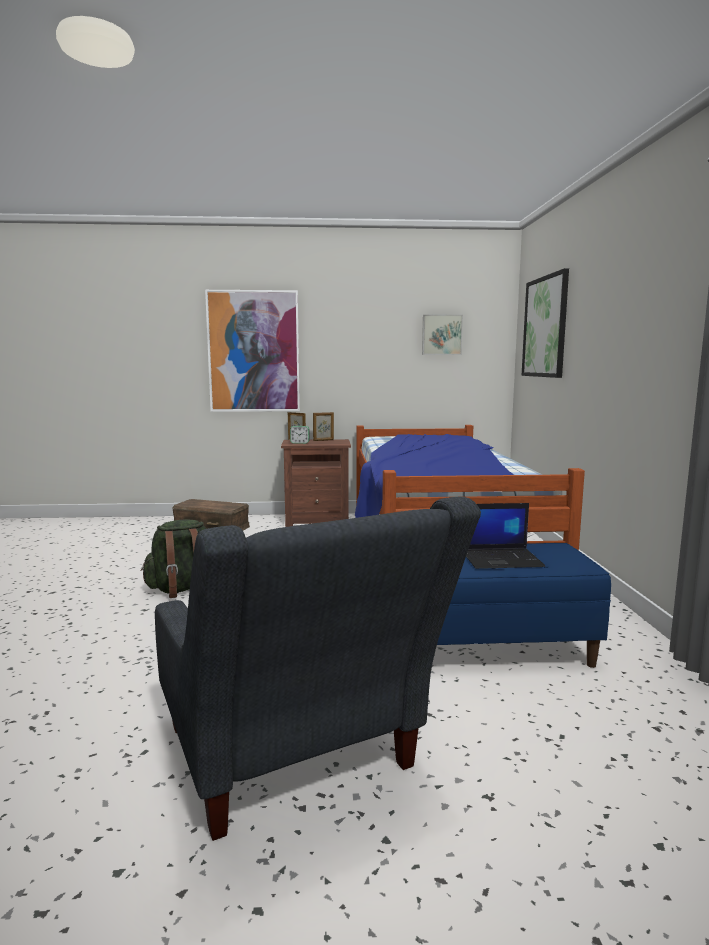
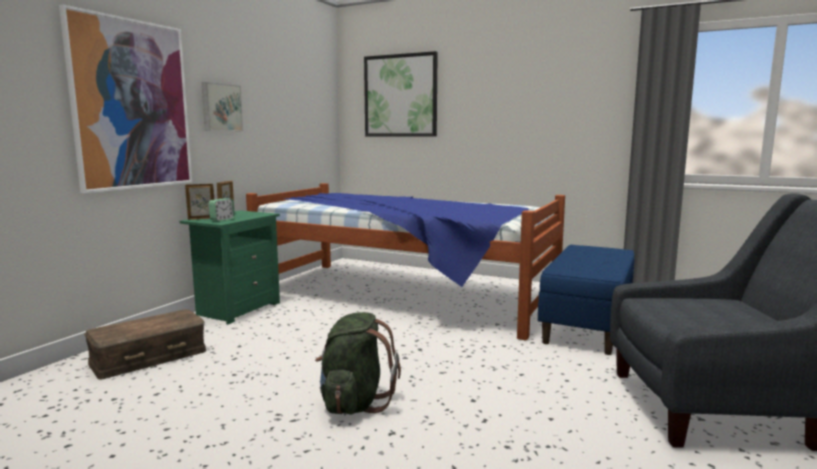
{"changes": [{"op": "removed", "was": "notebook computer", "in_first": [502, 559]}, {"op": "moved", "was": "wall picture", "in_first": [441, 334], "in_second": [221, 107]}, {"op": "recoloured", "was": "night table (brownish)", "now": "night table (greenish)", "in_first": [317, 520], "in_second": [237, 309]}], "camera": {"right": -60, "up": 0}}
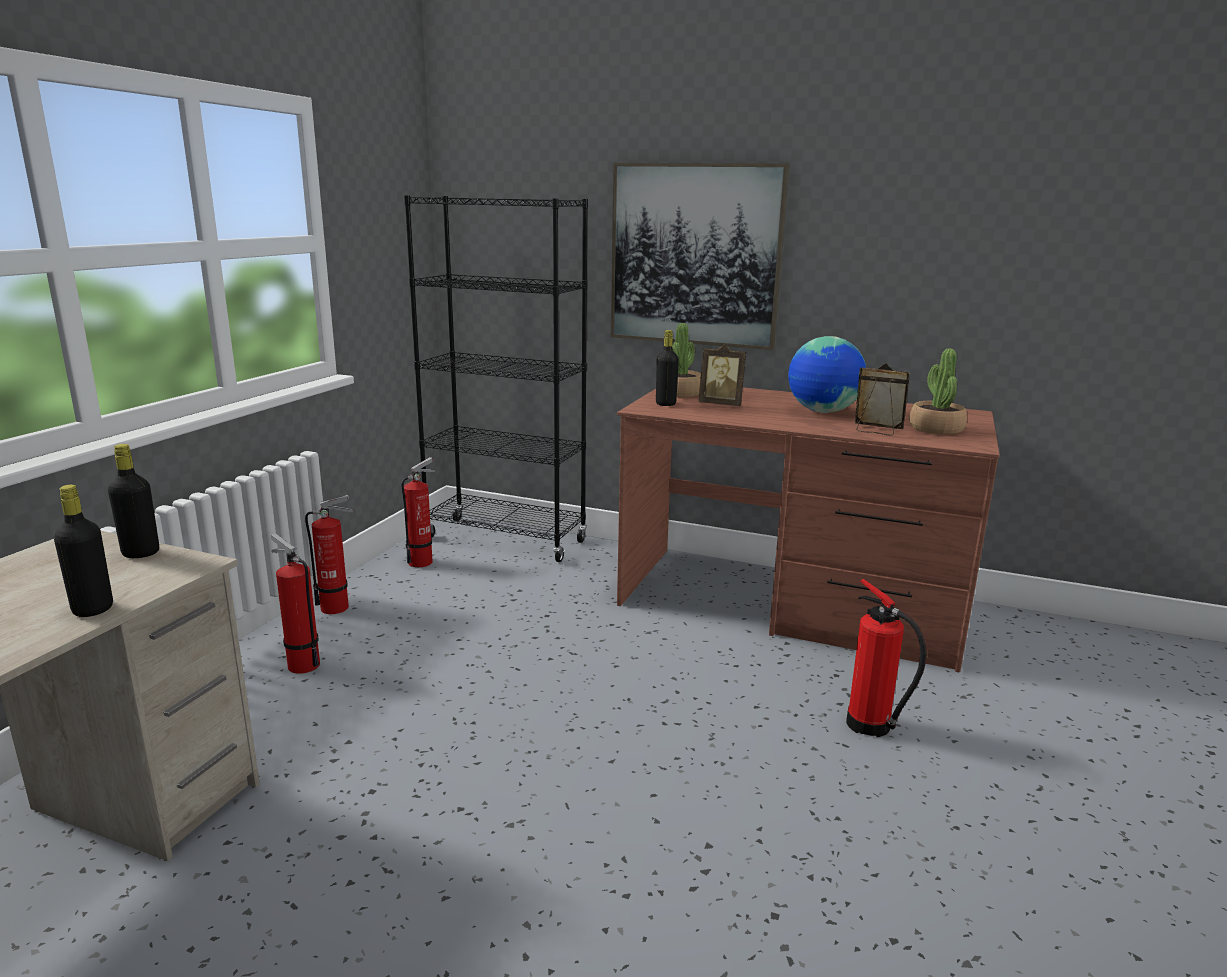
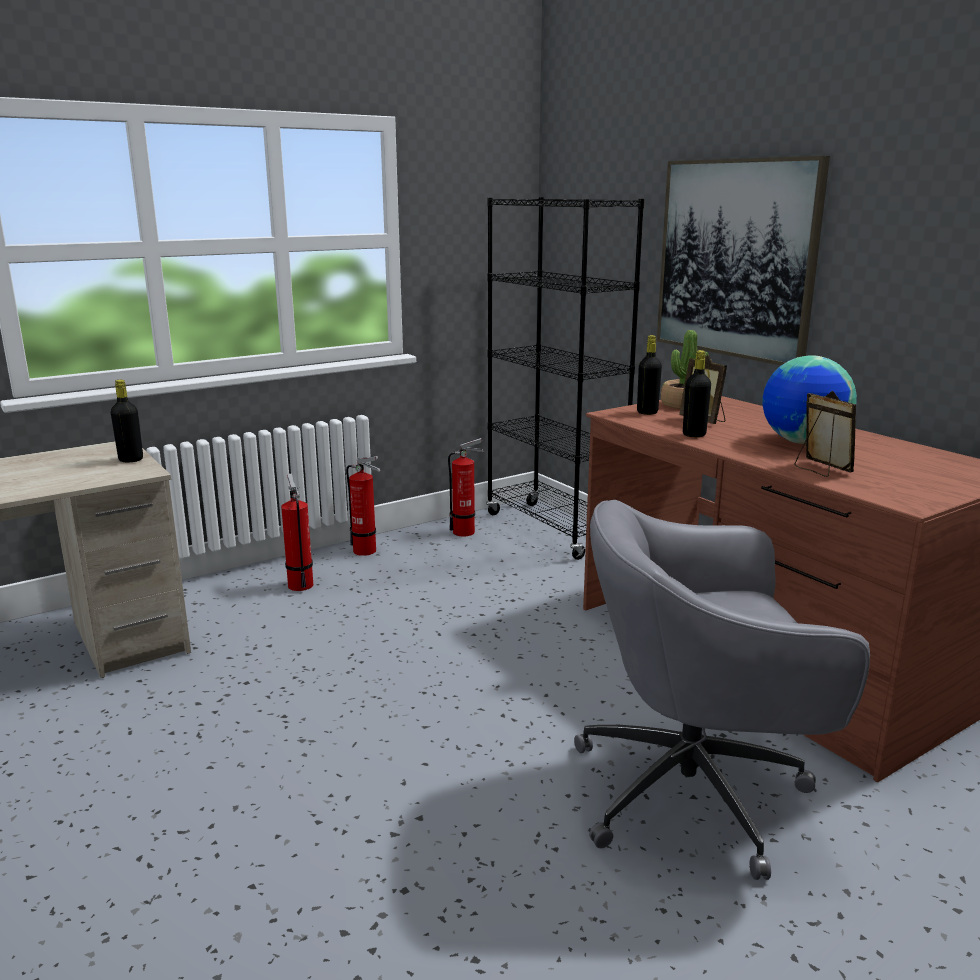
{"changes": [{"op": "removed", "was": "potted plant", "in_first": [936, 429]}, {"op": "moved", "was": "drink bottle (blackish)", "in_first": [93, 609], "in_second": [694, 434]}, {"op": "replaced", "was": "extinguisher", "now": "computer chair (gray)", "in_first": [871, 727], "in_second": [696, 792]}], "camera": {"right": 35, "up": 0}}
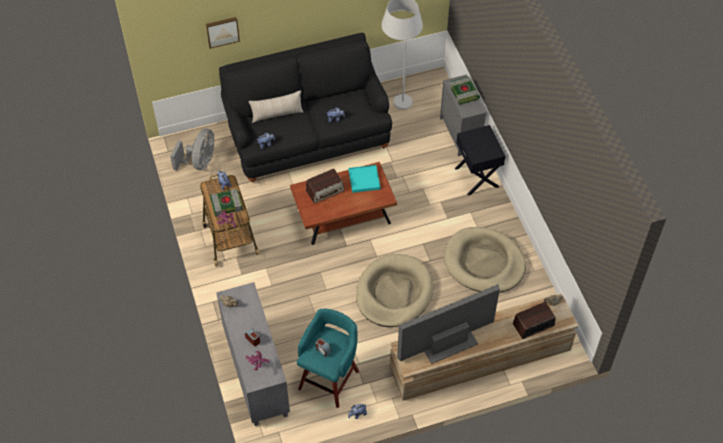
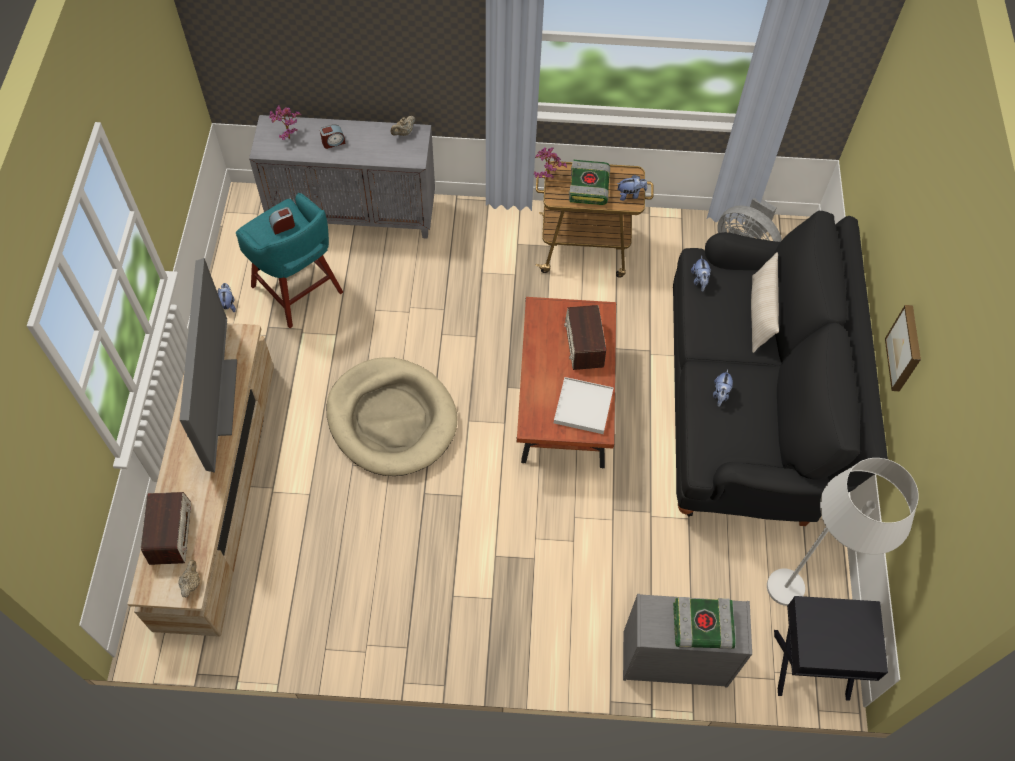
{"changes": [{"op": "removed", "was": "dog bed (beige)", "in_first": [484, 263]}, {"op": "moved", "was": "wall picture", "in_first": [222, 31], "in_second": [906, 348]}, {"op": "moved", "was": "night table (blackish)", "in_first": [477, 177], "in_second": [811, 665]}, {"op": "recoloured", "was": "carrying tray (turquoise)", "now": "carrying tray (white)", "in_first": [364, 180], "in_second": [583, 407]}], "camera": {"right": 110, "up": 5}}
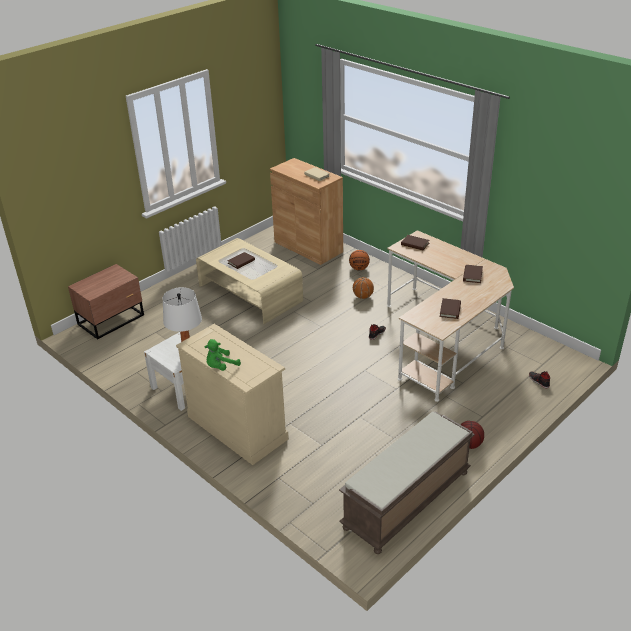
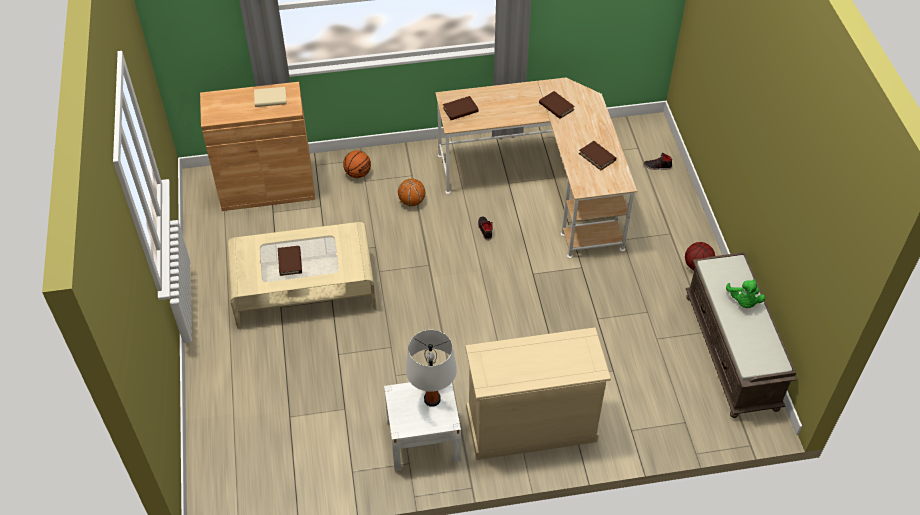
{"changes": [{"op": "removed", "was": "night table (brownish)", "in_first": [112, 320]}, {"op": "moved", "was": "plush toy (greenish)", "in_first": [221, 366], "in_second": [743, 301]}], "camera": {"right": -55, "up": 15}}
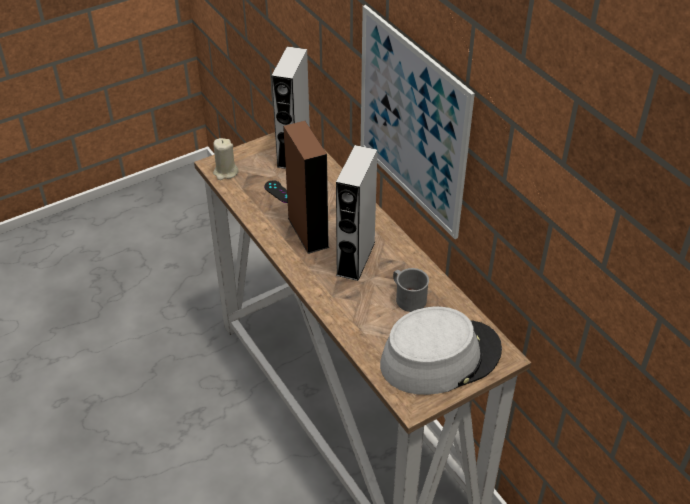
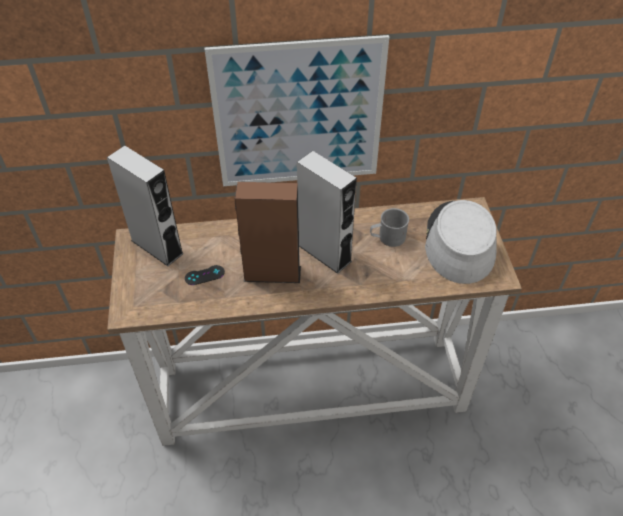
{"changes": [{"op": "removed", "was": "wax candle (beige)", "in_first": [225, 172]}], "camera": {"right": -65, "up": 5}}
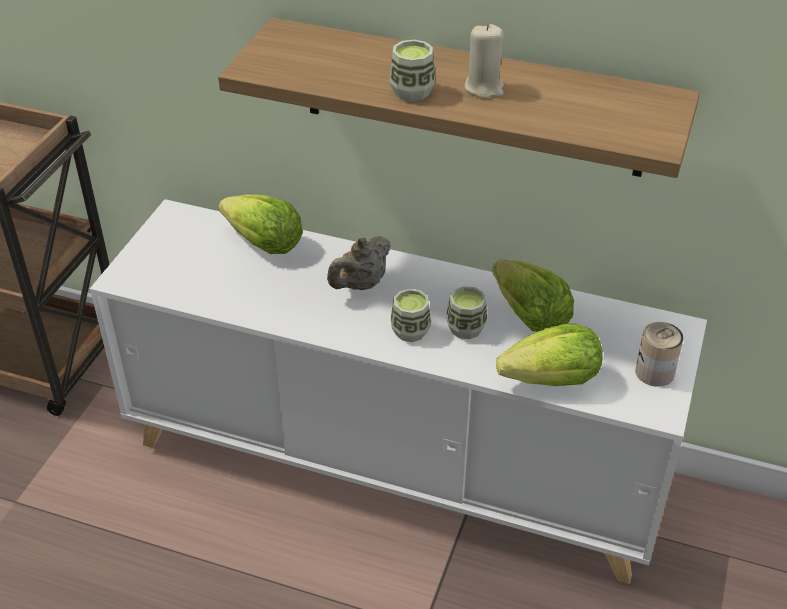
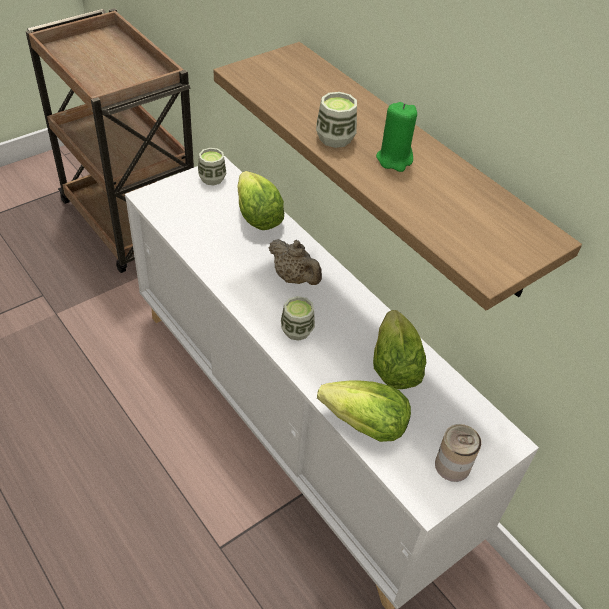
{"changes": [{"op": "moved", "was": "drinking cup", "in_first": [466, 328], "in_second": [212, 178]}, {"op": "recoloured", "was": "wax candle (beige)", "now": "wax candle (greenish)", "in_first": [484, 88], "in_second": [394, 159]}, {"op": "turned", "was": "pot for tea (beige)", "in_first": [361, 284], "in_second": [294, 278], "clockwise": -120}], "camera": {"right": 30, "up": 5}}
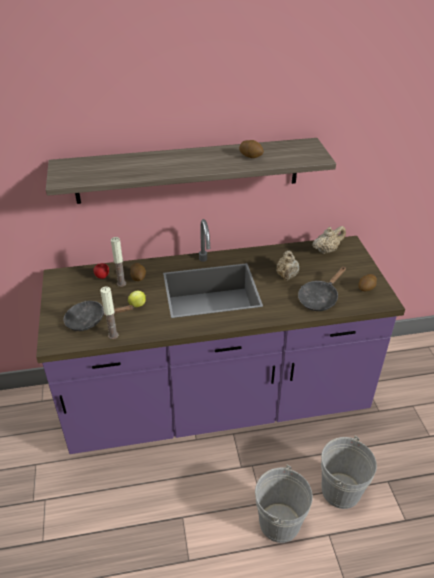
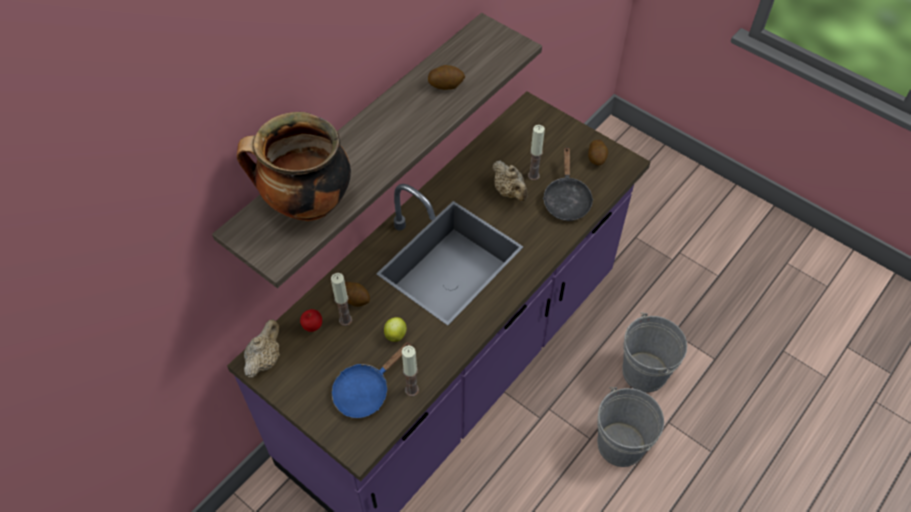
{"changes": [{"op": "added", "now": "stockpot", "in_second": [307, 205]}, {"op": "added", "now": "wax candle", "in_second": [533, 175]}, {"op": "moved", "was": "pot for tea (beige)", "in_first": [327, 250], "in_second": [265, 359]}, {"op": "recoloured", "was": "frying pan (blackish)", "now": "frying pan (blue)", "in_first": [90, 320], "in_second": [366, 390]}], "camera": {"right": -40, "up": 15}}
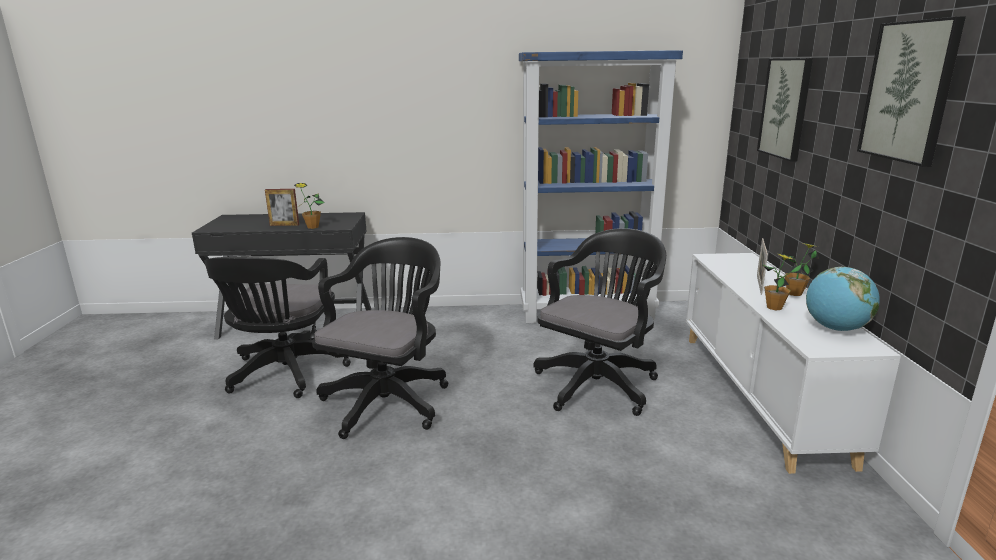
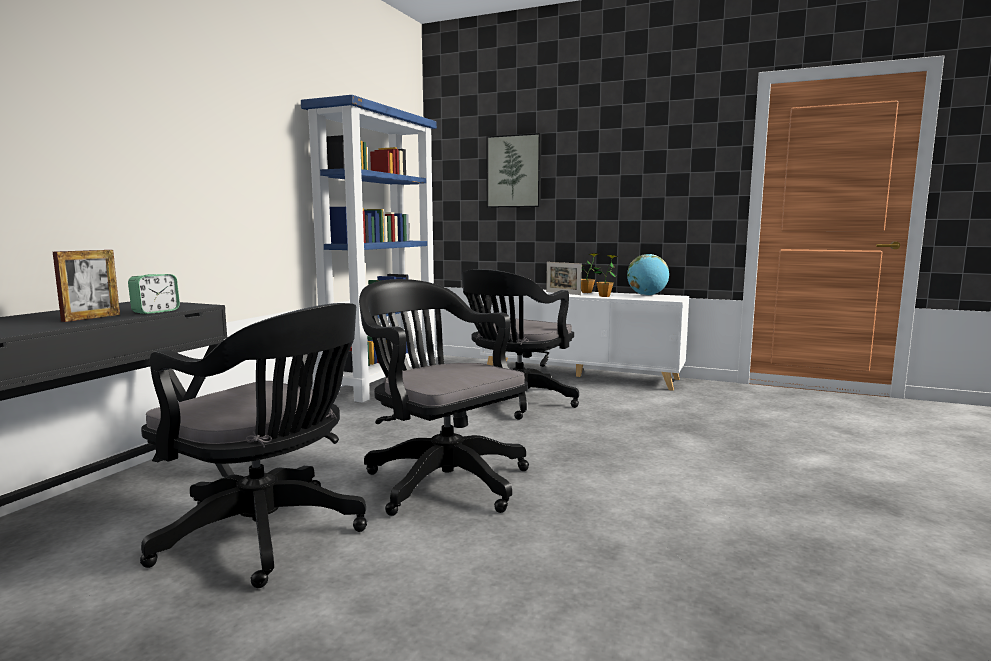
{"changes": [{"op": "removed", "was": "wall picture", "in_first": [909, 91]}, {"op": "replaced", "was": "potted plant", "now": "alarm clock", "in_first": [313, 227], "in_second": [156, 311]}, {"op": "turned", "was": "computer chair (blackish)", "in_first": [599, 383], "in_second": [515, 403], "clockwise": -120}], "camera": {"right": -65, "up": -10}}
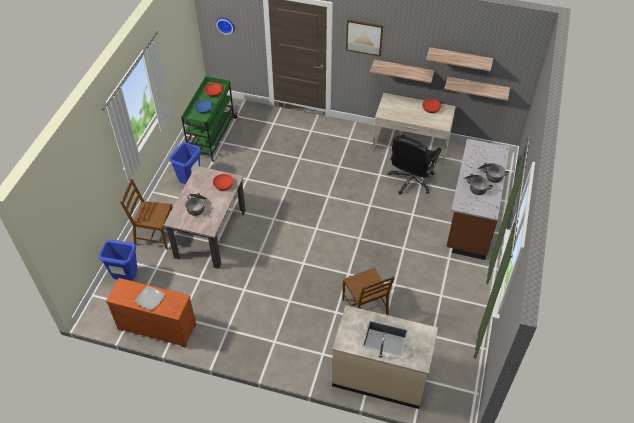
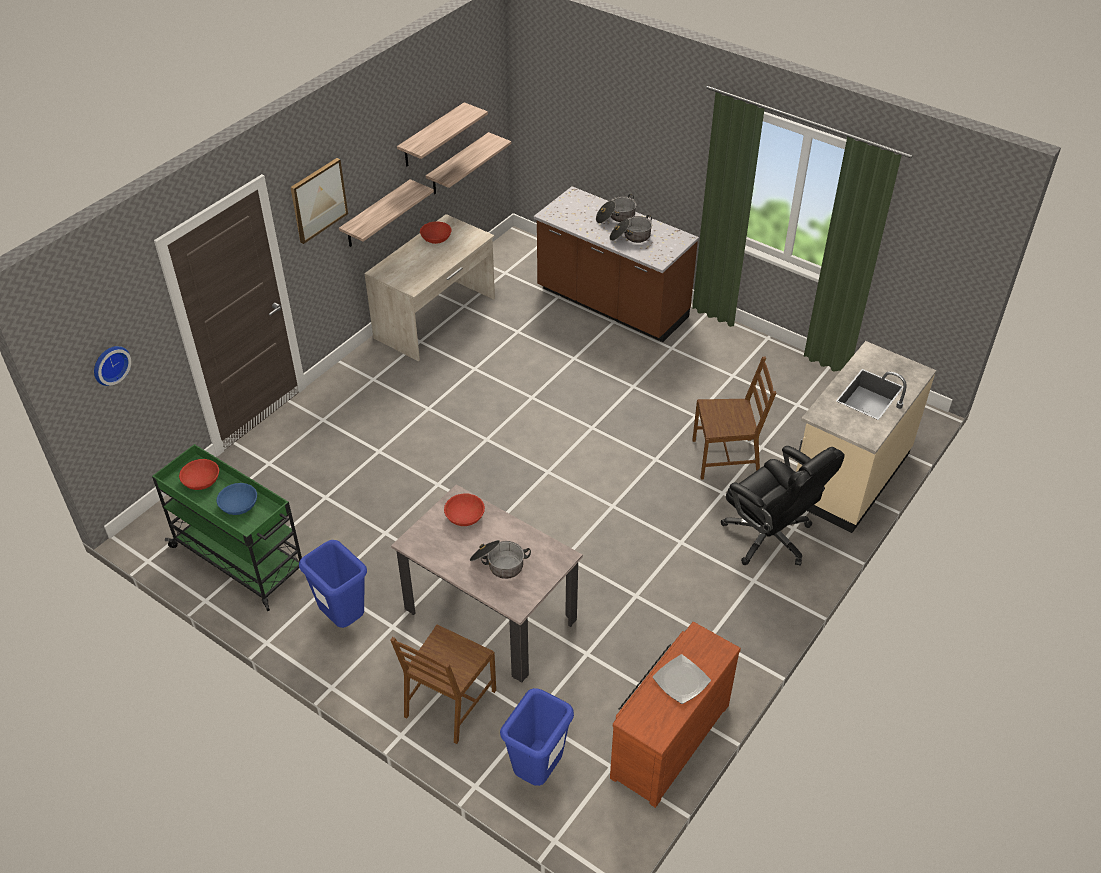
{"changes": [{"op": "moved", "was": "computer chair (blackish)", "in_first": [411, 180], "in_second": [769, 537]}], "camera": {"right": -70, "up": -5}}
